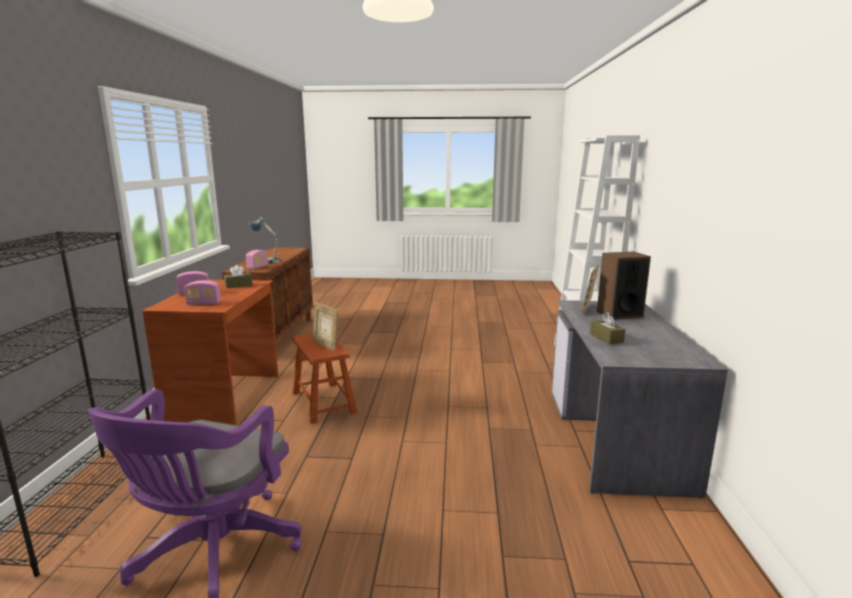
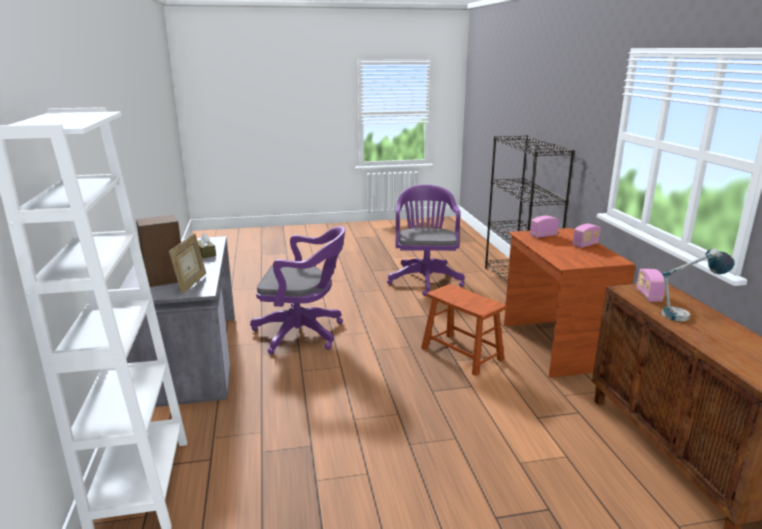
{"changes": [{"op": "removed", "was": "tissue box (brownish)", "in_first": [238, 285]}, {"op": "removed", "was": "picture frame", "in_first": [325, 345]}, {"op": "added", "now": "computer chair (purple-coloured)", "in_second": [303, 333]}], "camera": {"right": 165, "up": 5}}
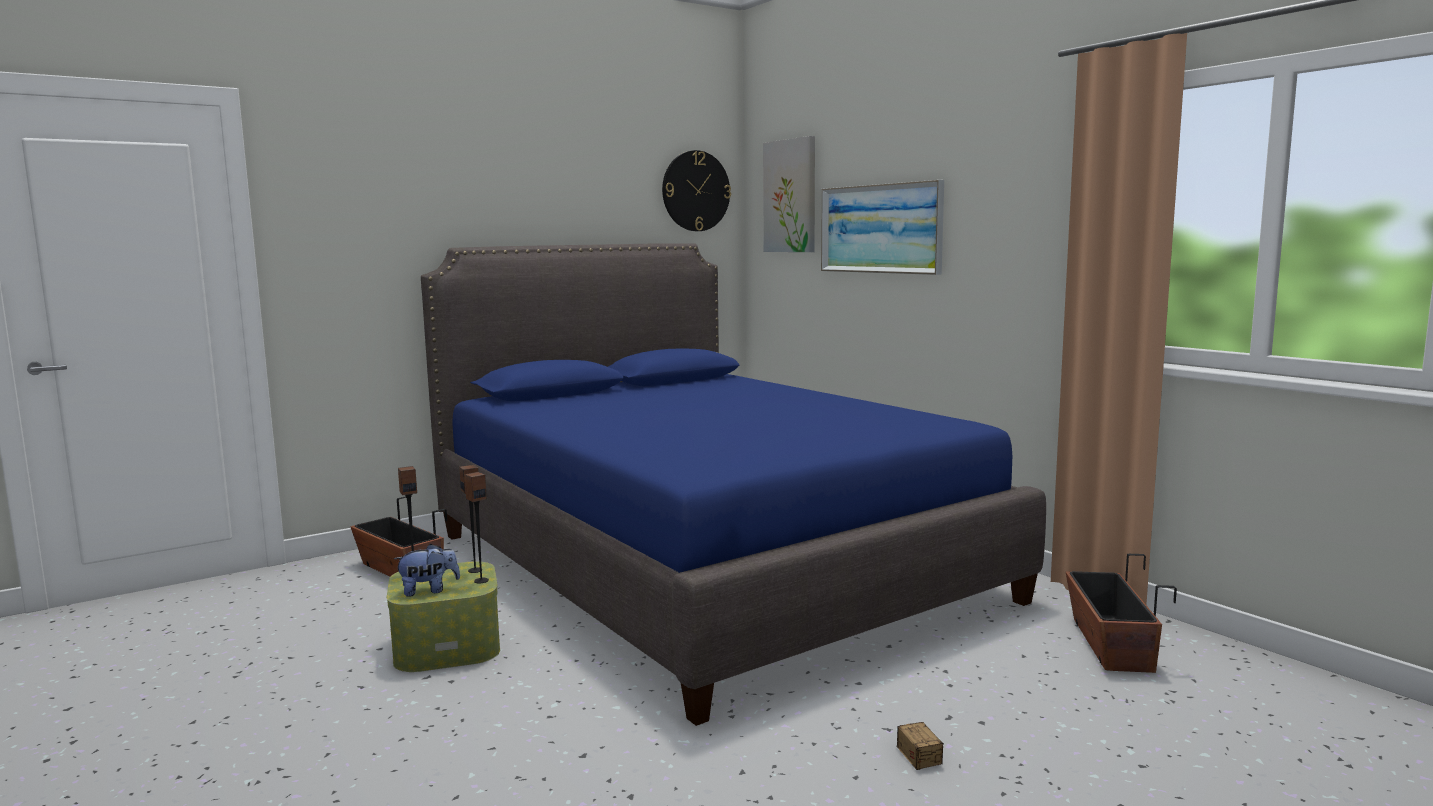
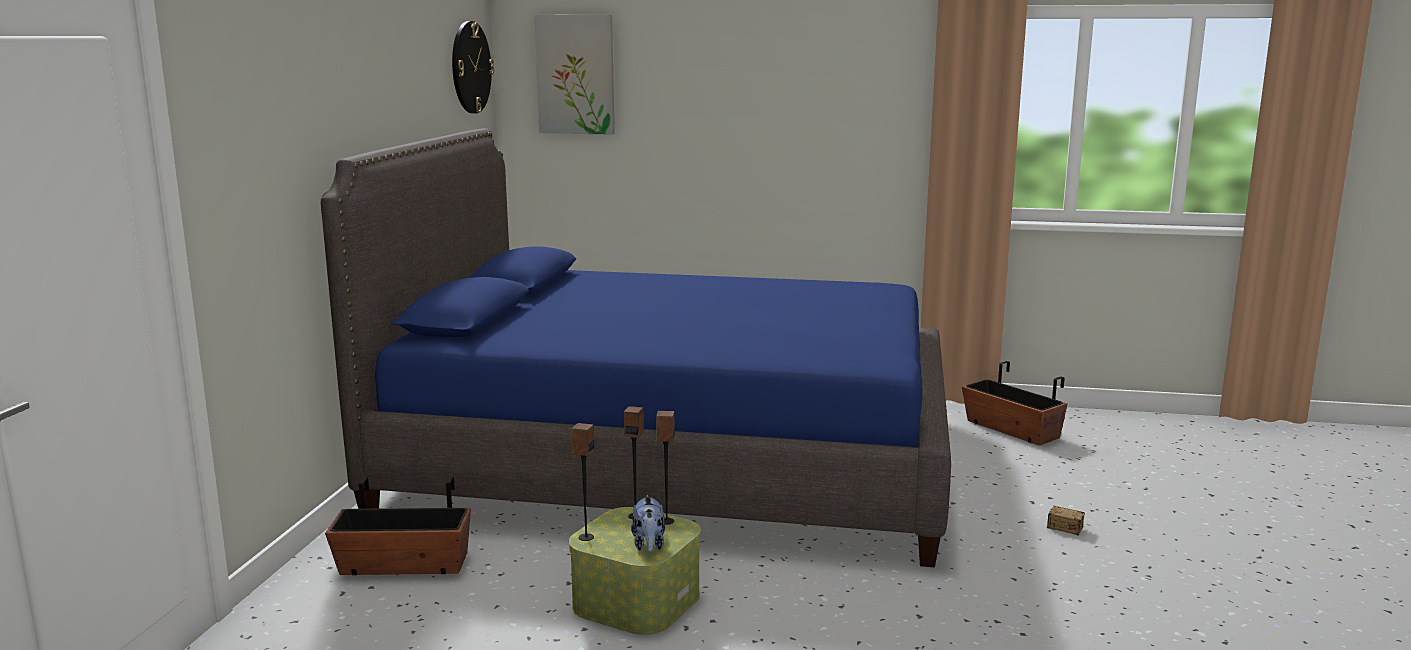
{"changes": [{"op": "removed", "was": "wall picture", "in_first": [880, 228]}, {"op": "turned", "was": "plush toy", "in_first": [429, 590], "in_second": [649, 545], "clockwise": 150}], "camera": {"right": -45, "up": 5}}
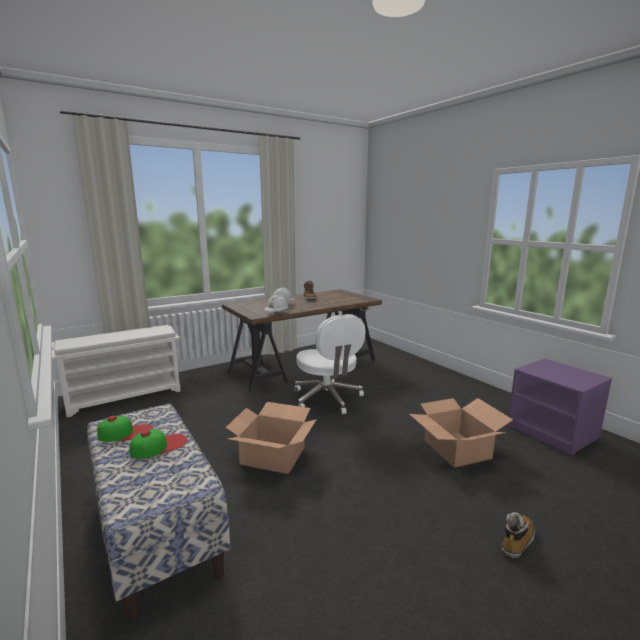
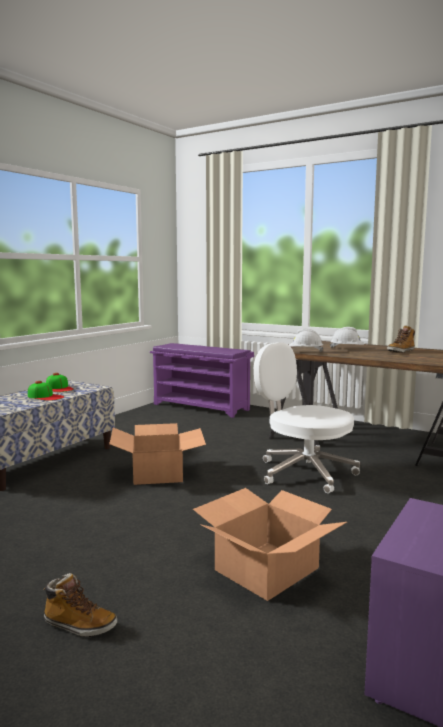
{"changes": [{"op": "recoloured", "was": "shoe shelf (white)", "now": "shoe shelf (purple-coloured)", "in_first": [126, 396], "in_second": [202, 407]}, {"op": "turned", "was": "computer chair (white)", "in_first": [328, 398], "in_second": [304, 472], "clockwise": 90}], "camera": {"right": 65, "up": -5}}
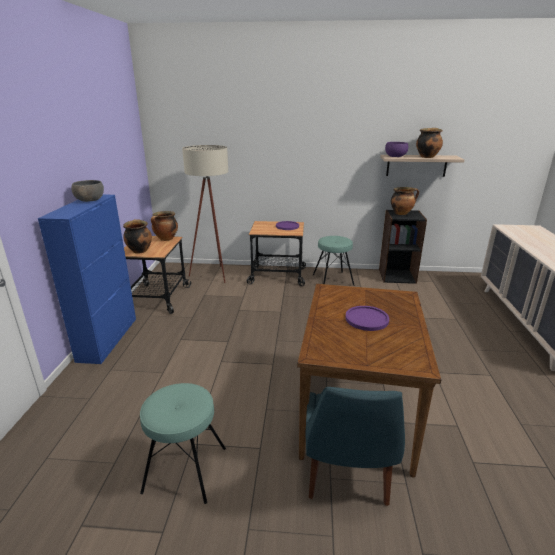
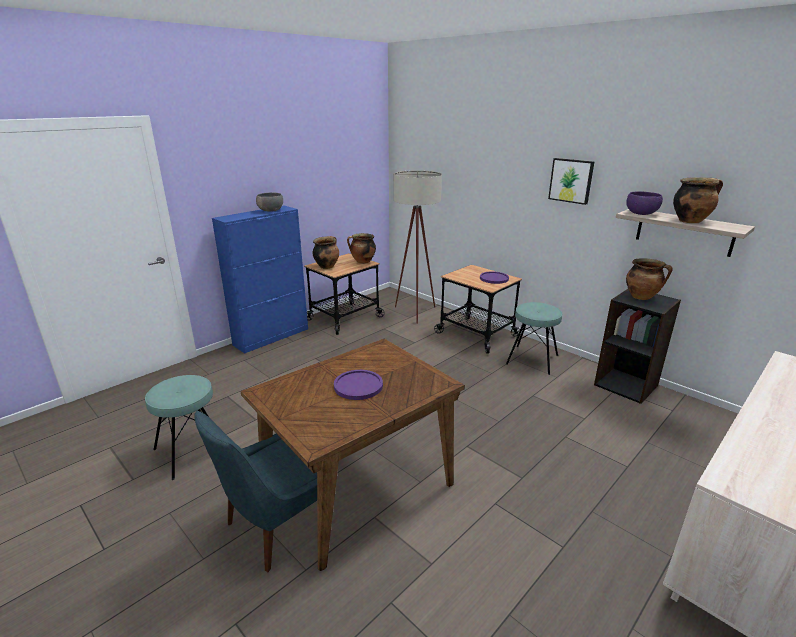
{"changes": [{"op": "added", "now": "wall picture", "in_second": [571, 180]}], "camera": {"right": 40, "up": 0}}
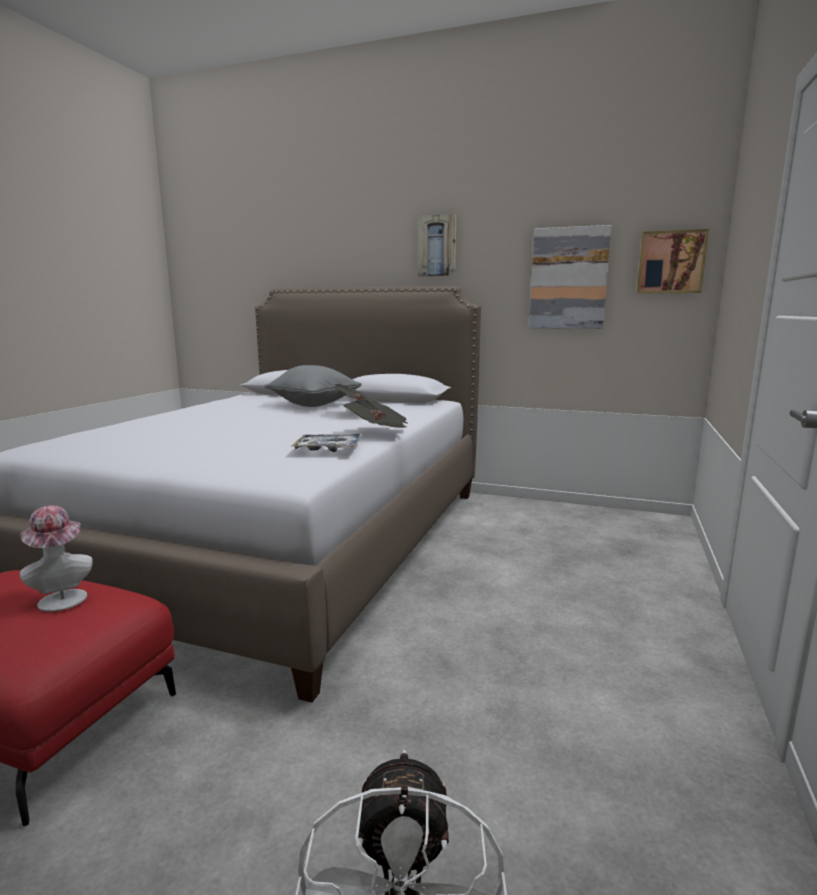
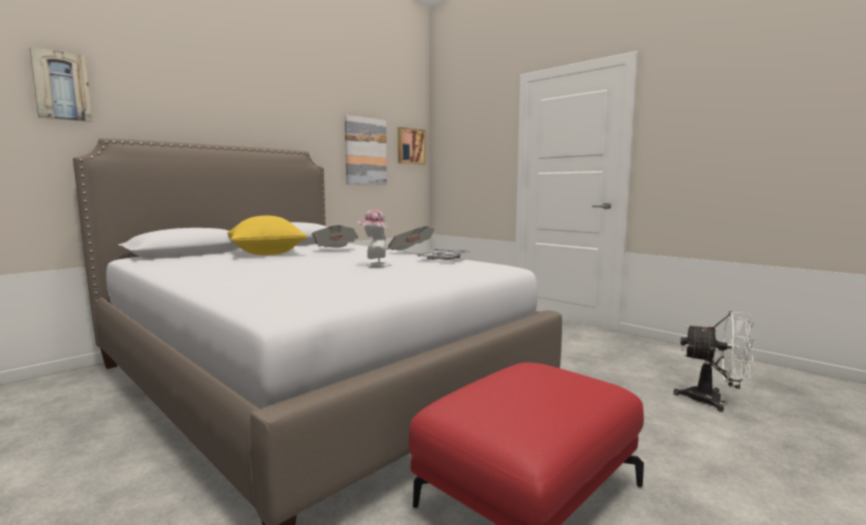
{"changes": [{"op": "moved", "was": "clothing hat", "in_first": [62, 597], "in_second": [375, 265]}, {"op": "moved", "was": "wall picture", "in_first": [437, 246], "in_second": [61, 86]}, {"op": "recoloured", "was": "cushion (gray)", "now": "cushion (yellow)", "in_first": [314, 405], "in_second": [266, 254]}], "camera": {"right": -65, "up": -5}}
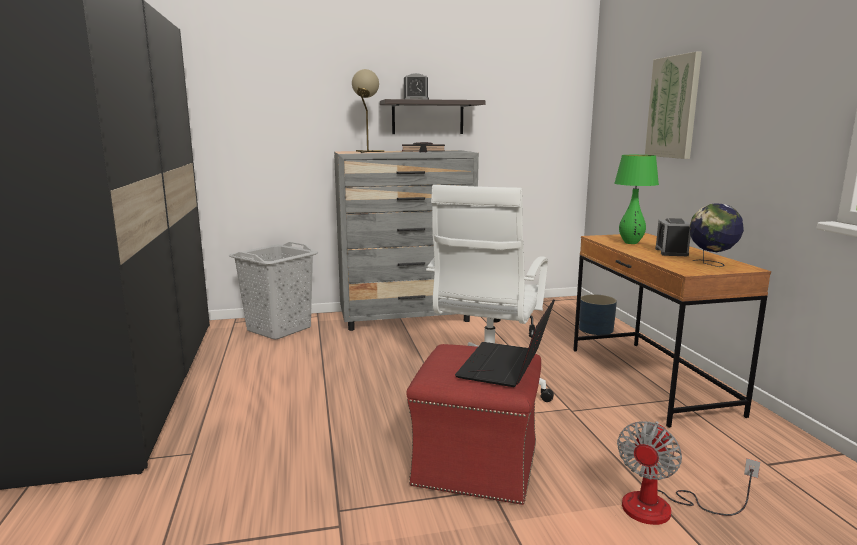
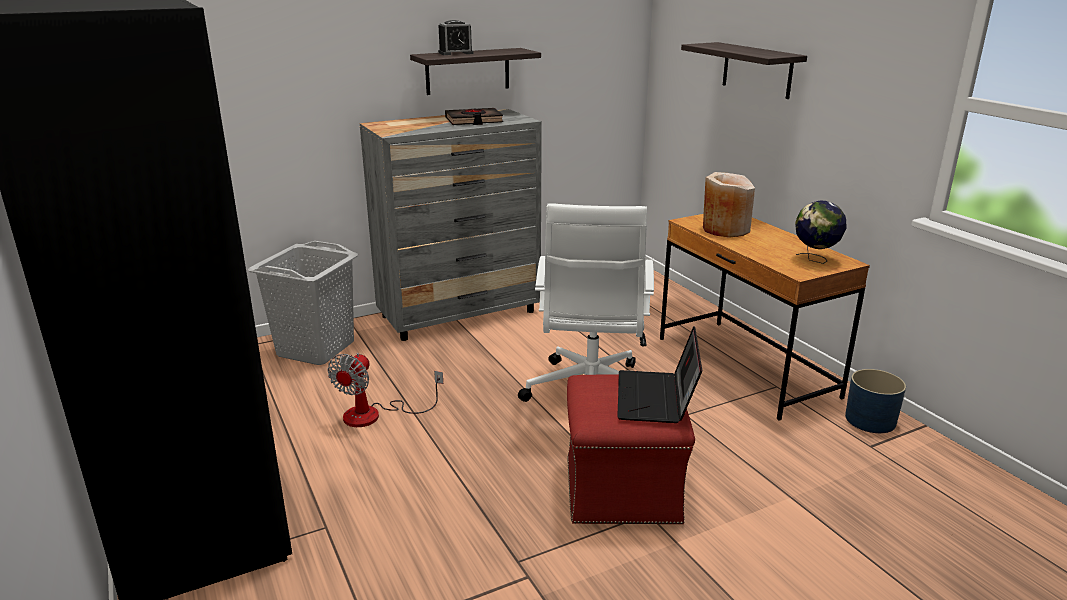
{"changes": [{"op": "removed", "was": "table lamp (beige)", "in_first": [367, 152]}, {"op": "removed", "was": "alarm clock", "in_first": [671, 252]}, {"op": "moved", "was": "flower pot (blue)", "in_first": [596, 329], "in_second": [870, 420]}, {"op": "moved", "was": "fan", "in_first": [664, 508], "in_second": [375, 415]}, {"op": "replaced", "was": "table lamp (greenish)", "now": "vase (beige)", "in_first": [631, 243], "in_second": [725, 229]}, {"op": "replaced", "was": "wall picture", "now": "bracket shelf", "in_first": [673, 107], "in_second": [757, 70]}], "camera": {"right": -15, "up": 10}}
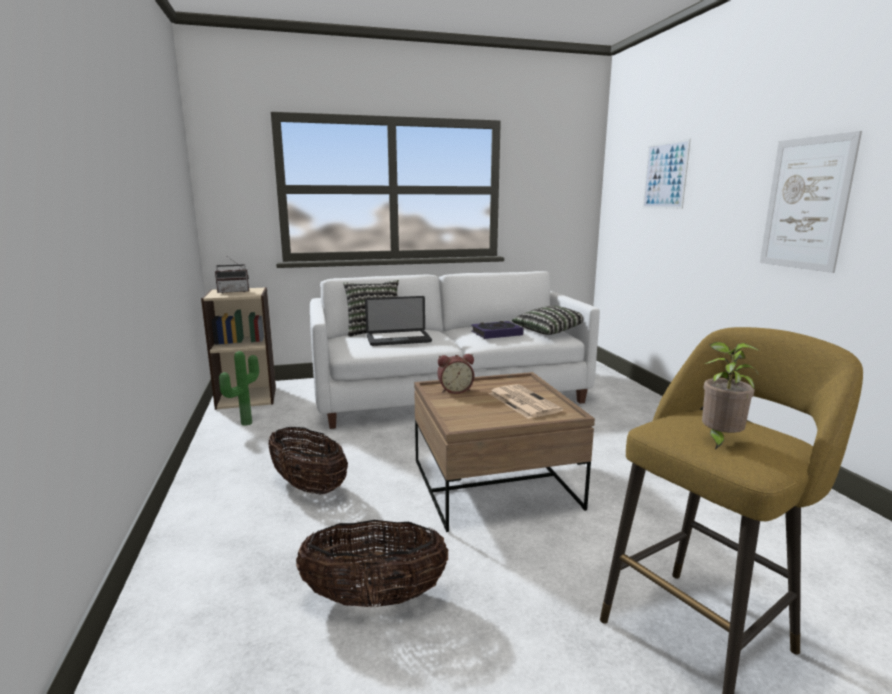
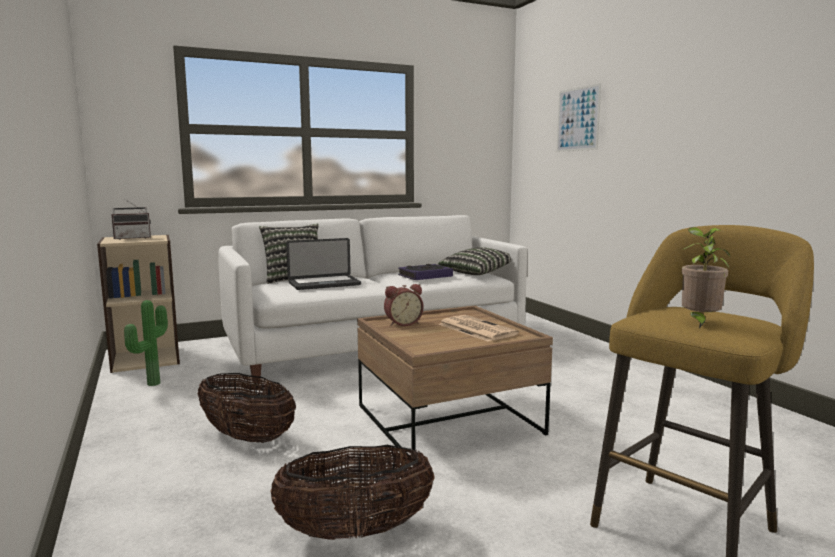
{"changes": [{"op": "removed", "was": "wall picture", "in_first": [806, 204]}], "camera": {"right": -10, "up": -5}}
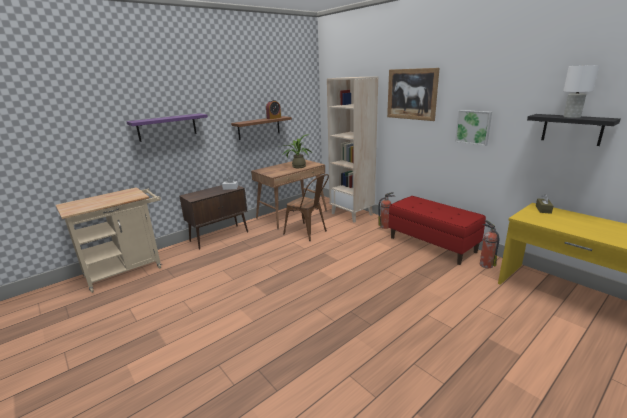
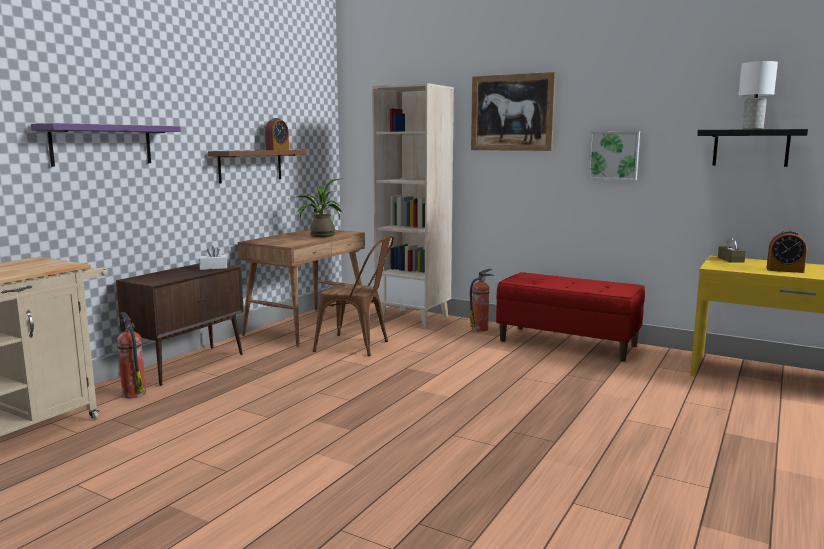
{"changes": [{"op": "added", "now": "alarm clock", "in_second": [785, 270]}, {"op": "moved", "was": "extinguisher", "in_first": [485, 264], "in_second": [133, 393]}], "camera": {"right": -20, "up": -10}}
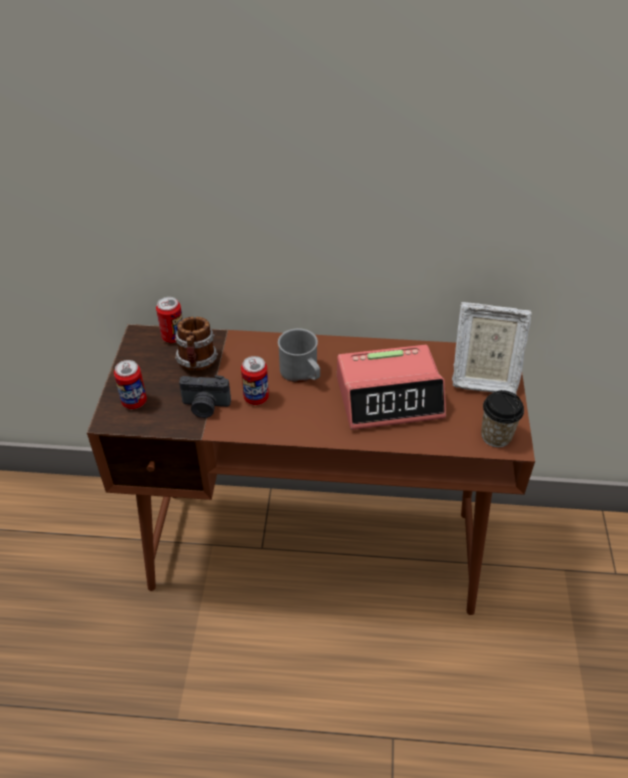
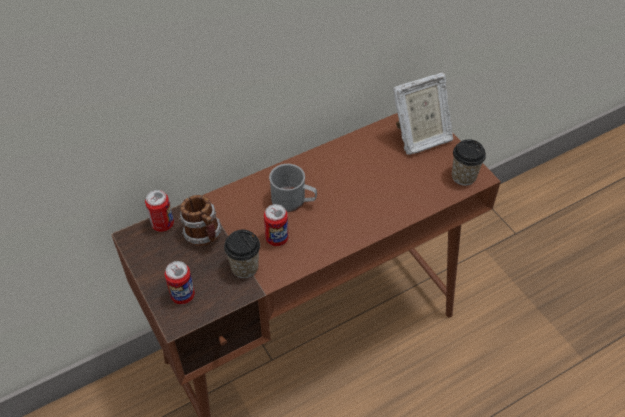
{"changes": [{"op": "removed", "was": "alarm clock", "in_first": [389, 397]}, {"op": "replaced", "was": "still camera", "now": "drinking cup", "in_first": [205, 407], "in_second": [244, 267]}], "camera": {"right": -35, "up": 5}}
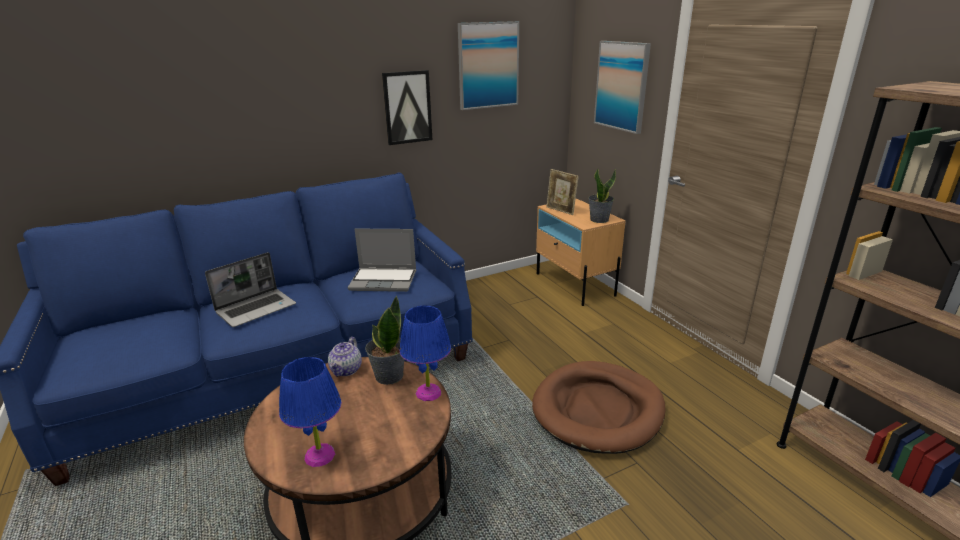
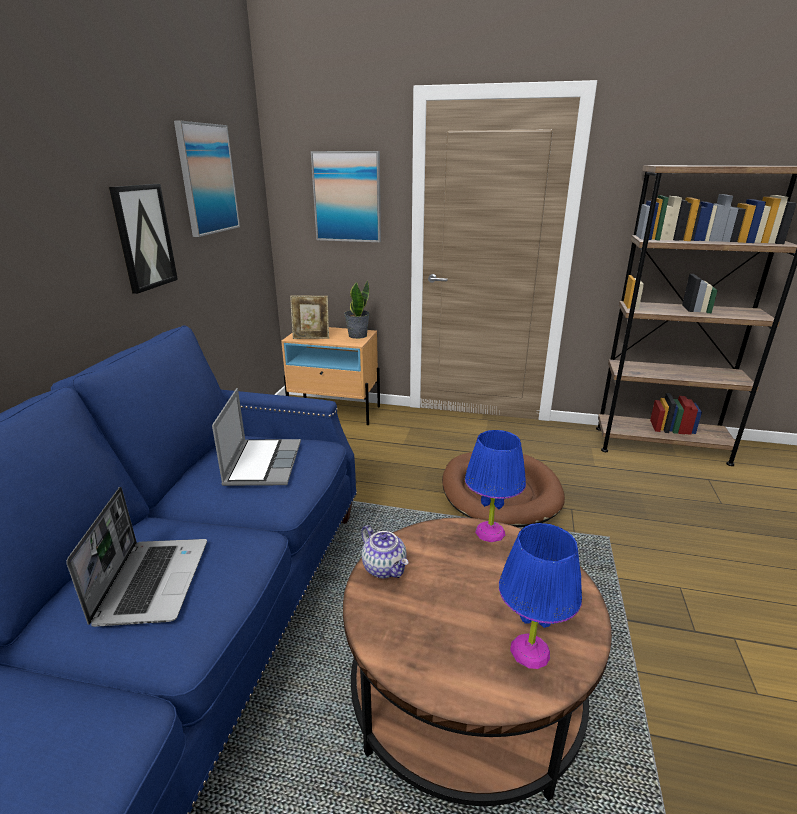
{"changes": [{"op": "removed", "was": "potted plant", "in_first": [388, 376]}, {"op": "turned", "was": "notebook computer", "in_first": [384, 280], "in_second": [262, 463], "clockwise": -45}], "camera": {"right": -50, "up": 0}}
